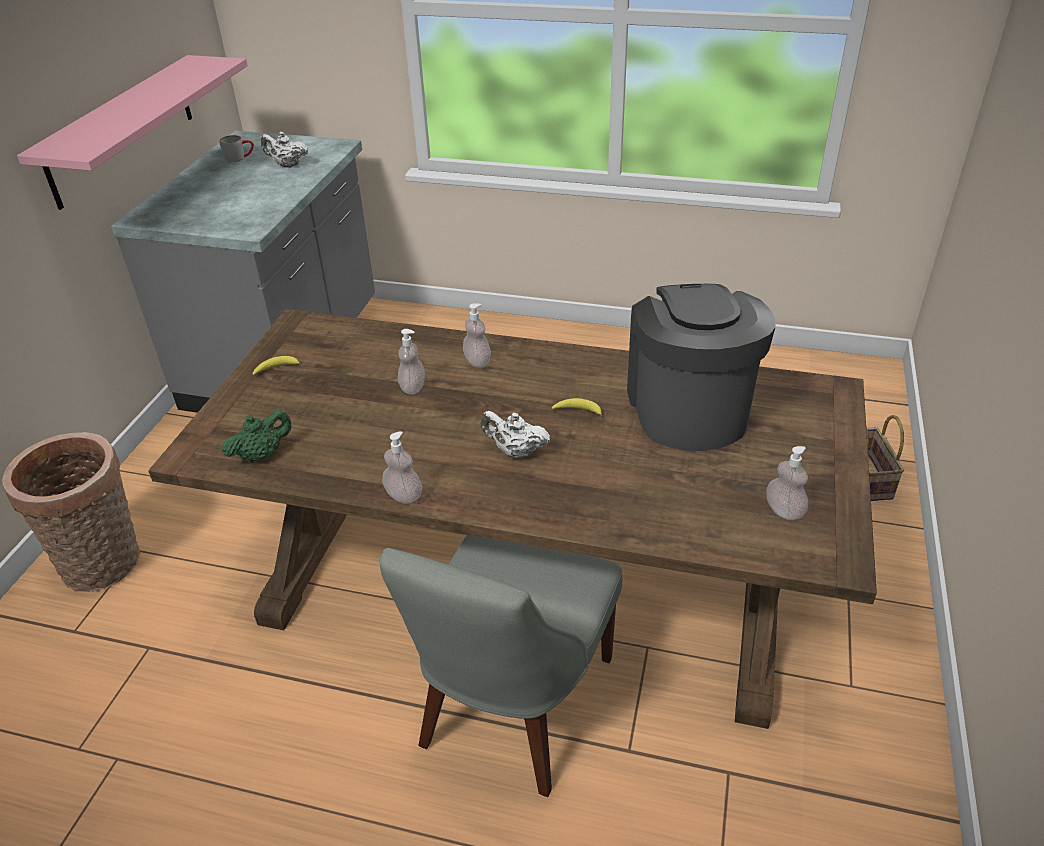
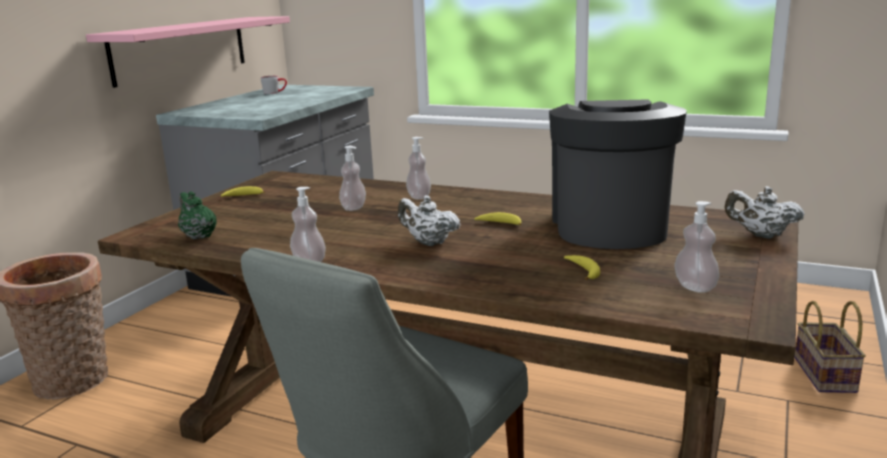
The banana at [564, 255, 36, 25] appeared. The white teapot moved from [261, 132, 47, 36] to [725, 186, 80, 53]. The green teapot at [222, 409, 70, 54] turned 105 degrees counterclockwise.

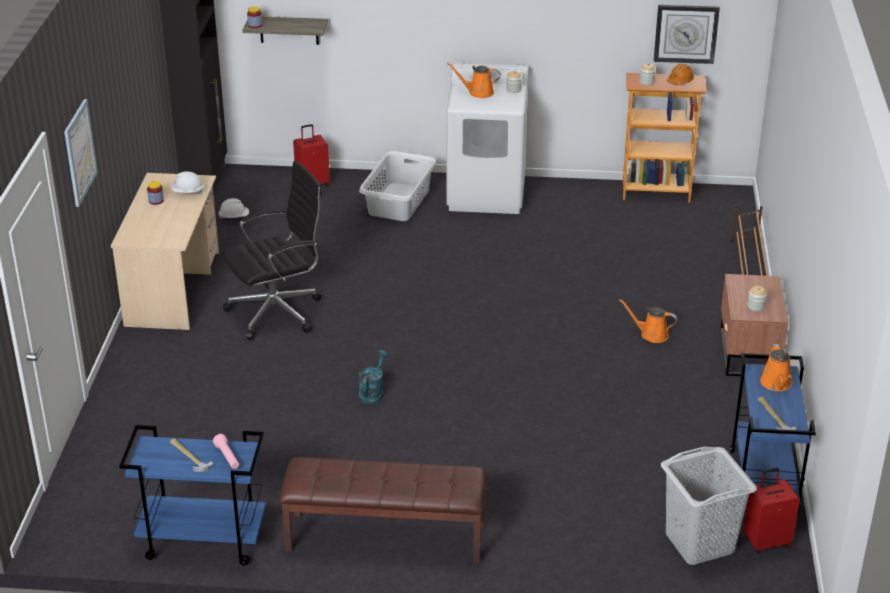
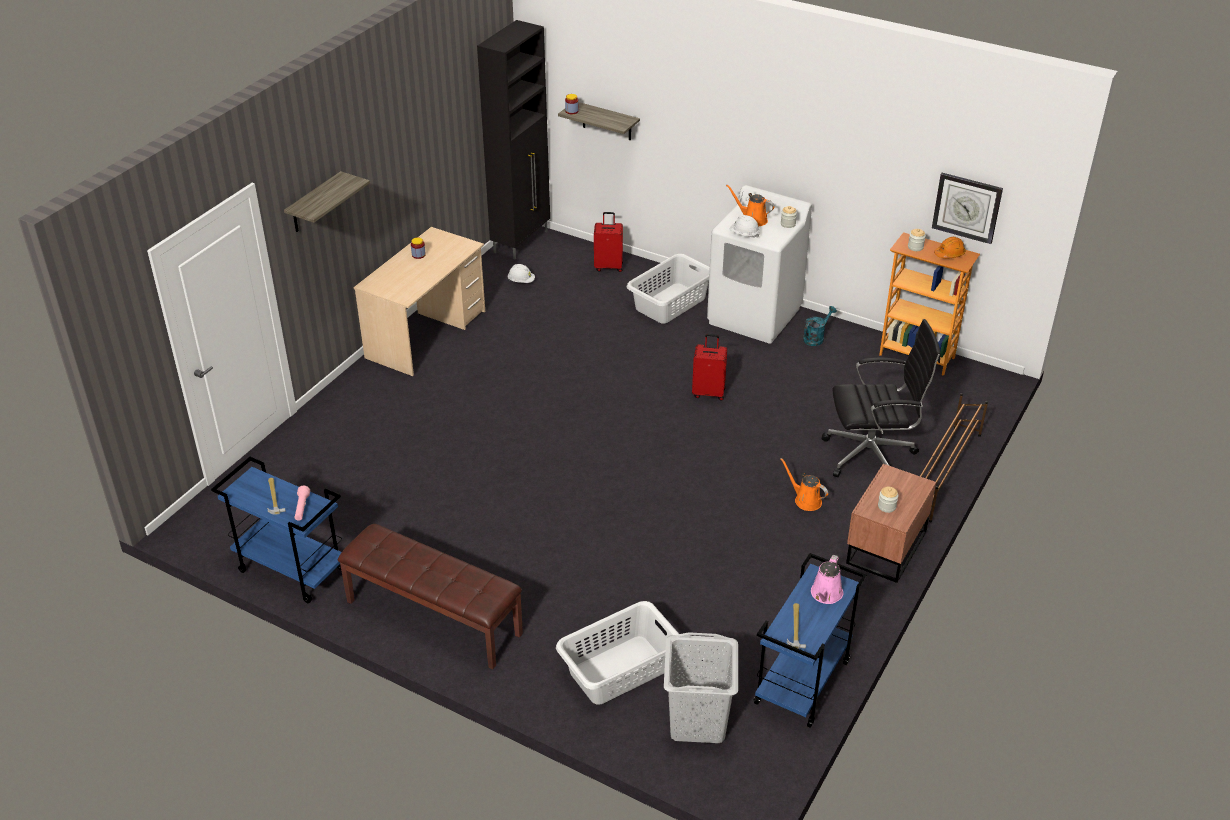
The grey laundry basket at [556, 601, 125, 104] appeared. The white hard hat moved from [170, 171, 34, 22] to [730, 215, 30, 23]. The black office chair moved from [223, 161, 99, 178] to [822, 319, 119, 158]. The turquoise watering can moved from [359, 350, 29, 54] to [803, 306, 34, 40]. The red suitcase moved from [743, 468, 57, 86] to [692, 334, 35, 67]. The picture at [64, 99, 34, 108] was replaced by the shelf at [284, 171, 86, 61]. The orange watering can at [760, 344, 32, 47] became the pink watering can at [811, 555, 32, 49].

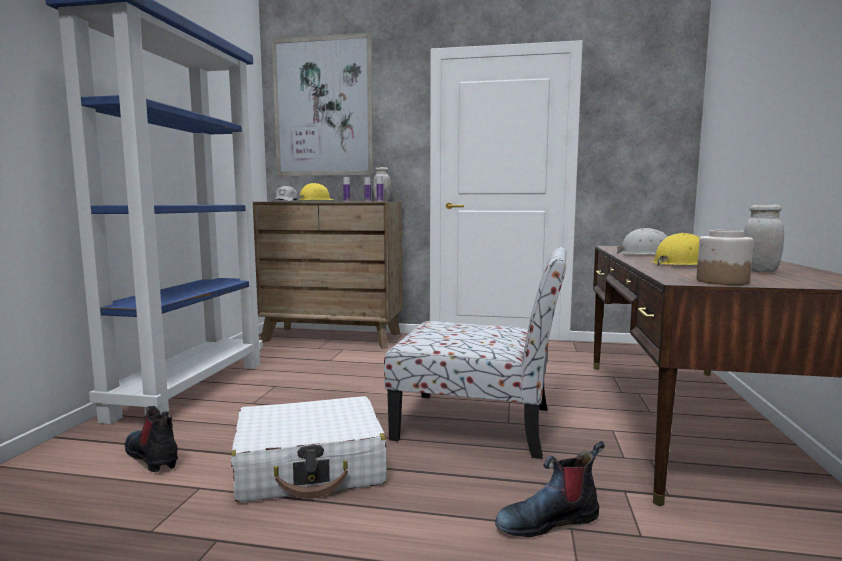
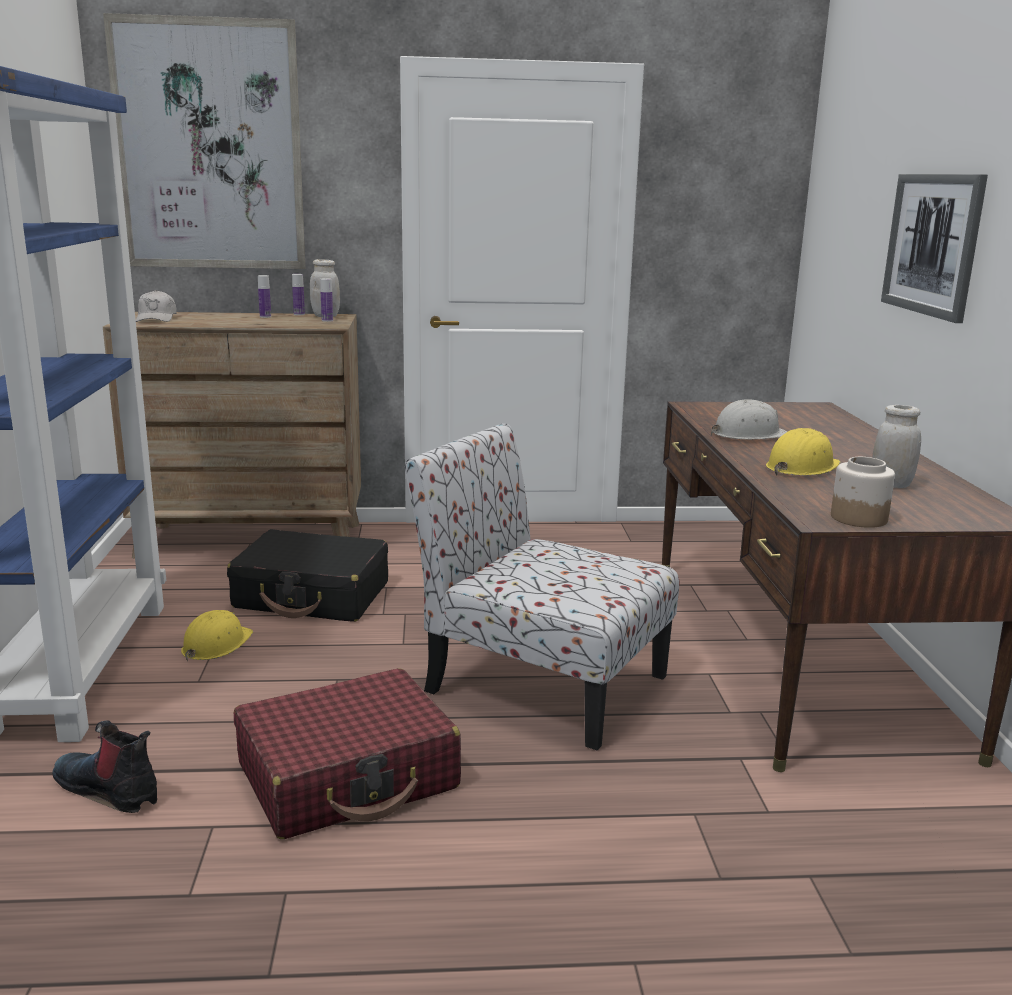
The boot at [495, 441, 110, 96] disappeared. The black suitcase at [227, 529, 161, 93] appeared. The picture at [881, 174, 107, 149] appeared. The yellow hard hat moved from [298, 183, 36, 18] to [181, 610, 72, 52]. The white suitcase at [231, 396, 156, 107] became the red suitcase at [234, 668, 227, 171]. The chair at [384, 247, 183, 212] turned 150 degrees counterclockwise.

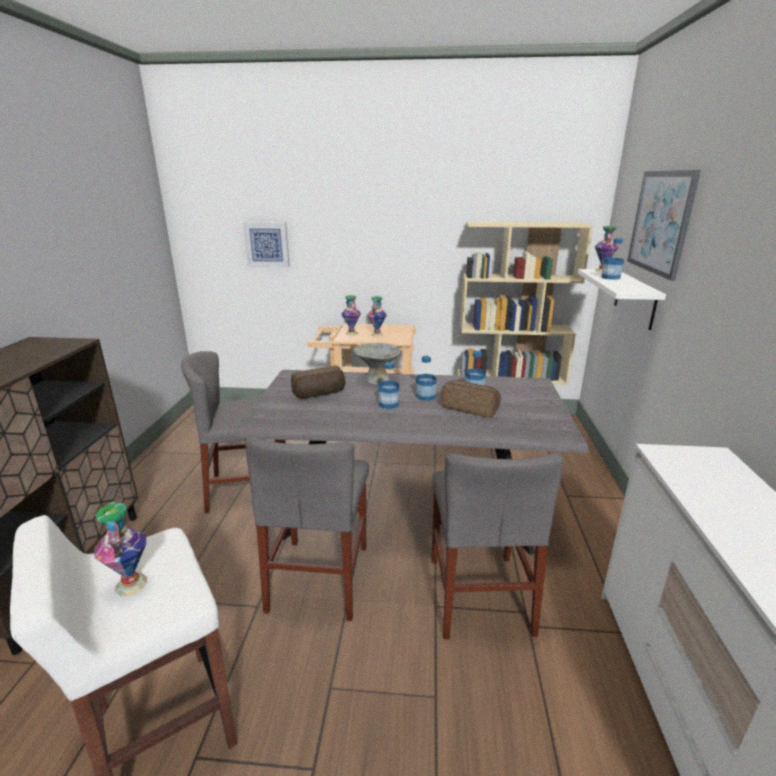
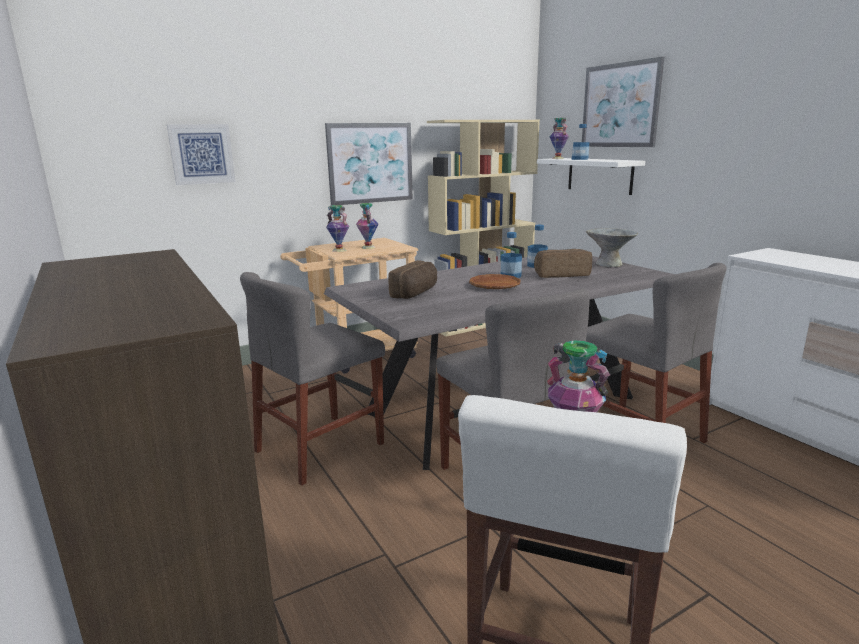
The picture at [325, 123, 88, 83] appeared. The grey bowl moved from [353, 343, 48, 41] to [586, 228, 52, 39]. The bottle at [378, 362, 22, 47] was replaced by the brown plate at [469, 274, 51, 15].

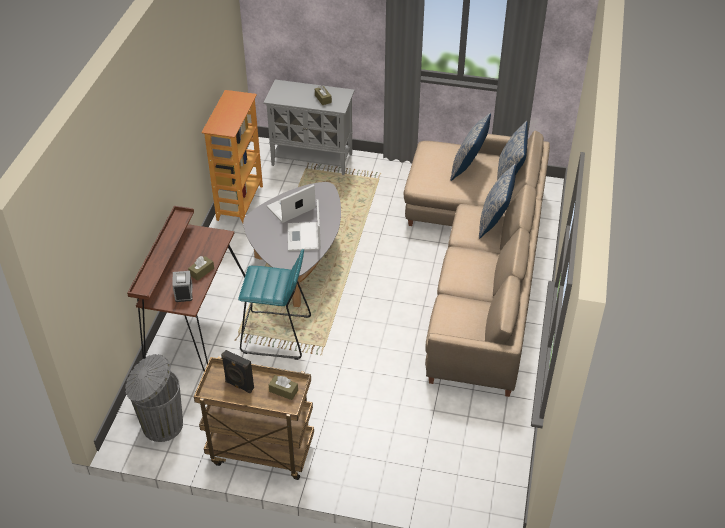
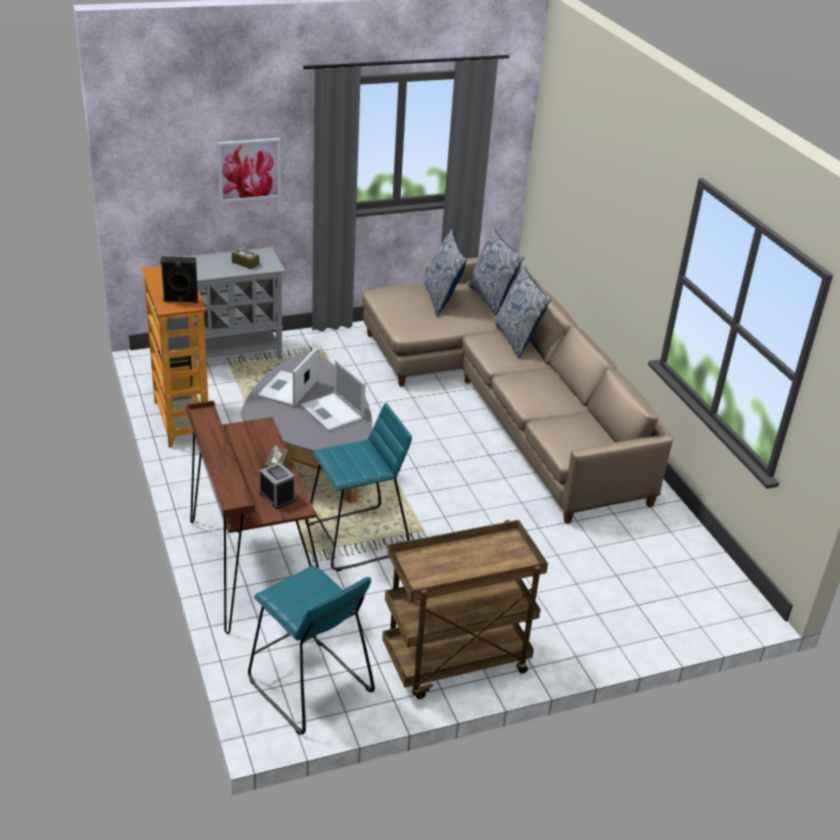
The brown tissue box at [269, 375, 29, 25] disappeared. The picture at [217, 138, 64, 65] appeared. The black speaker moved from [221, 350, 33, 43] to [161, 256, 37, 47]. The grey trash can at [125, 354, 58, 88] was replaced by the turquoise stool at [248, 565, 127, 170].

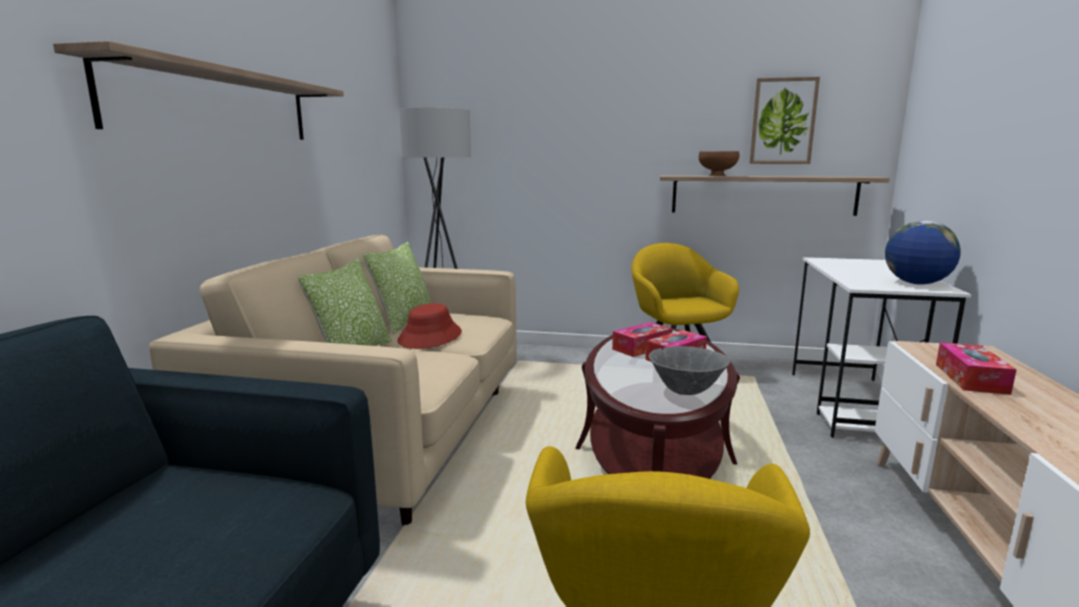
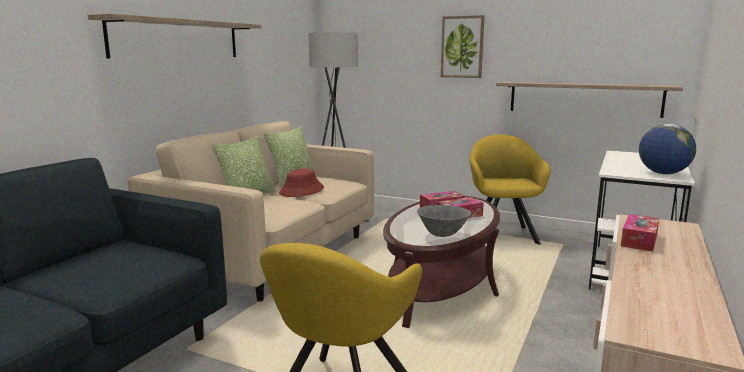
The brown bowl at [699, 151, 40, 25] disappeared. The picture moved from [749, 77, 71, 87] to [441, 15, 43, 63].

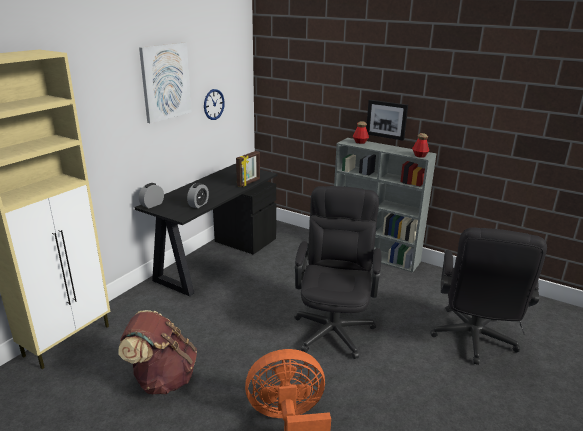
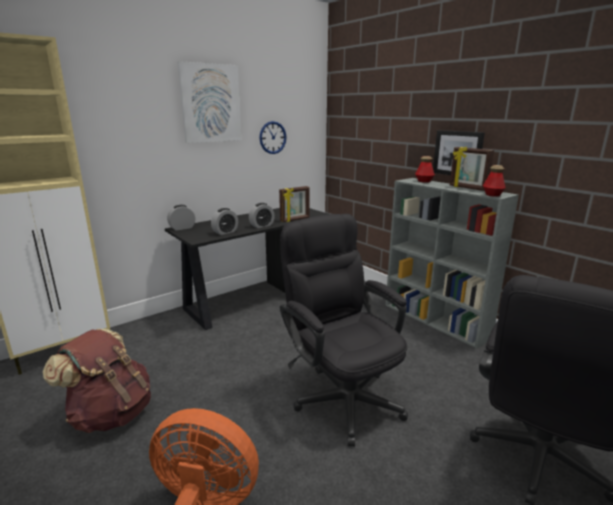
The alarm clock at [249, 203, 26, 25] appeared. The picture frame at [450, 147, 44, 44] appeared. The black office chair at [294, 186, 87, 173] turned 60 degrees counterclockwise.

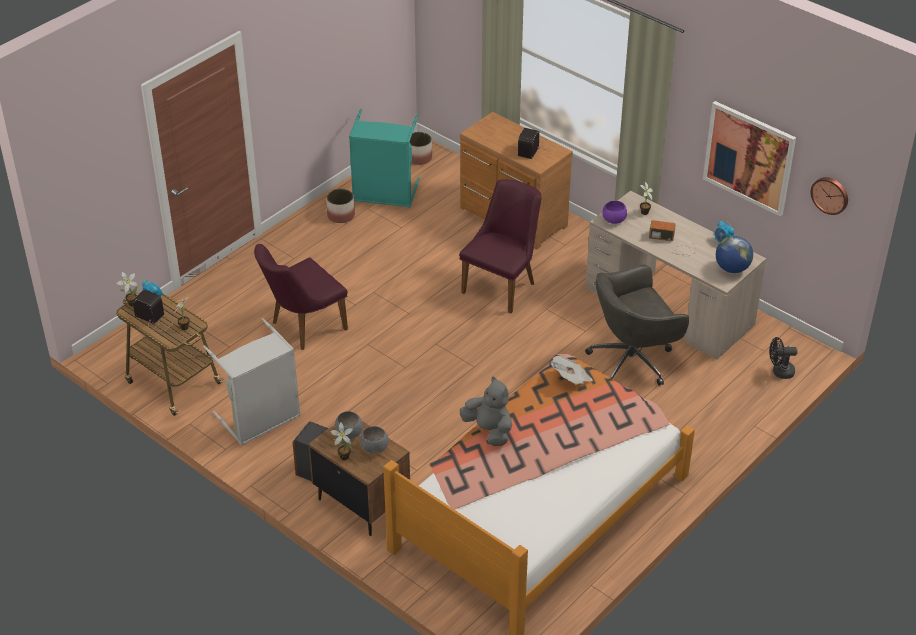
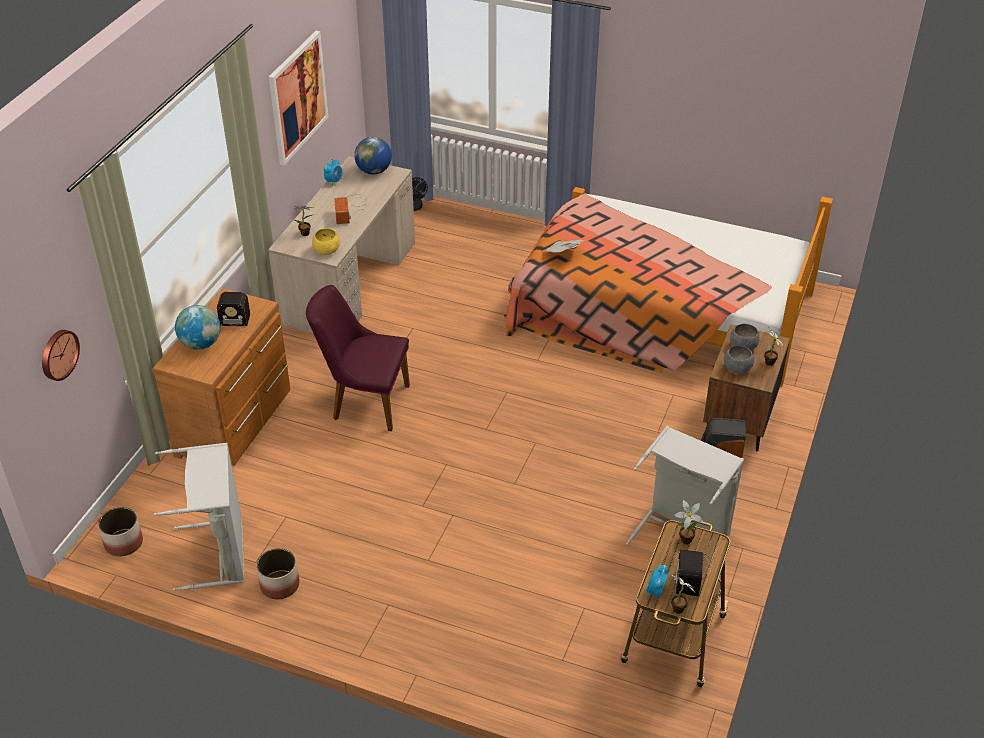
The purple chair at [254, 244, 94, 106] disappeared. The grey plush toy at [460, 376, 52, 70] disappeared. The grey office chair at [585, 264, 104, 122] disappeared. The globe at [175, 305, 46, 45] appeared. The wall clock moved from [811, 177, 37, 38] to [42, 330, 38, 51]. The turquoise laundry basket at [349, 109, 70, 99] became the grey laundry basket at [154, 443, 91, 148]. The purple bowl at [602, 201, 25, 23] became the yellow bowl at [312, 229, 28, 26].

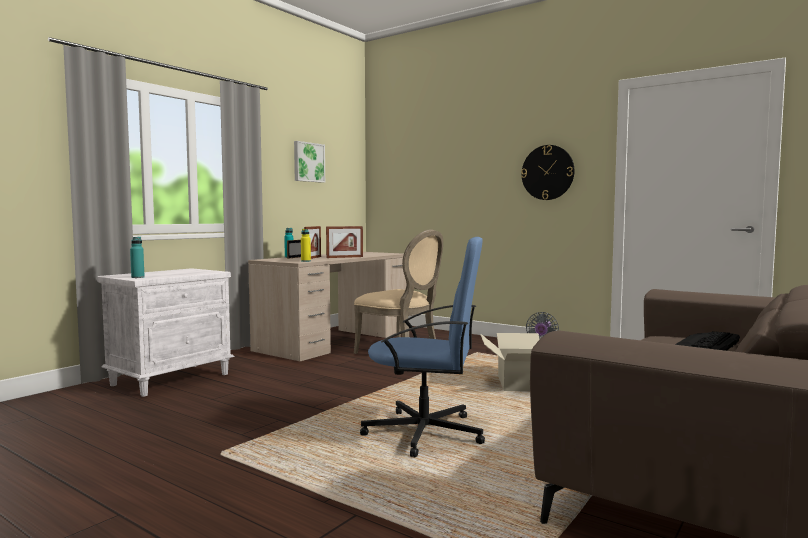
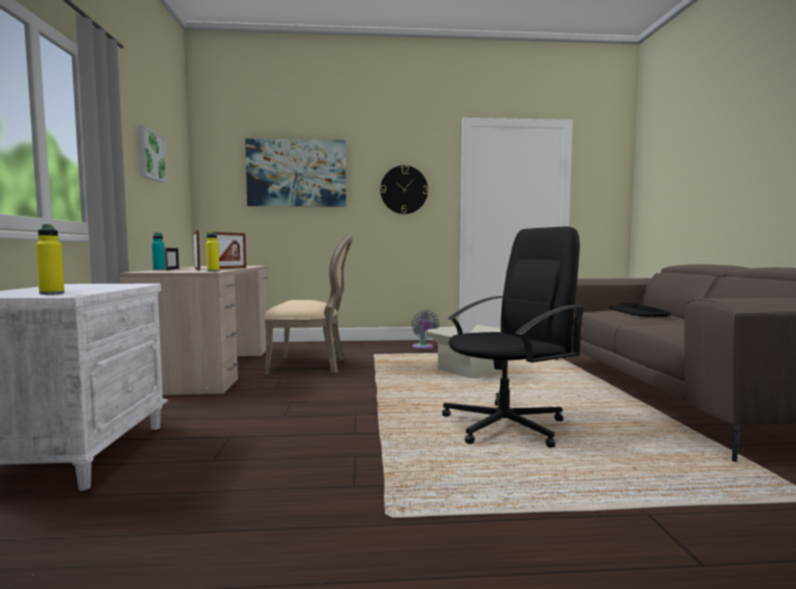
The picture at [245, 139, 101, 68] appeared. The turquoise bottle at [130, 237, 15, 41] became the yellow bottle at [36, 224, 29, 71]. The blue office chair at [360, 237, 125, 220] became the black office chair at [442, 227, 143, 221].

